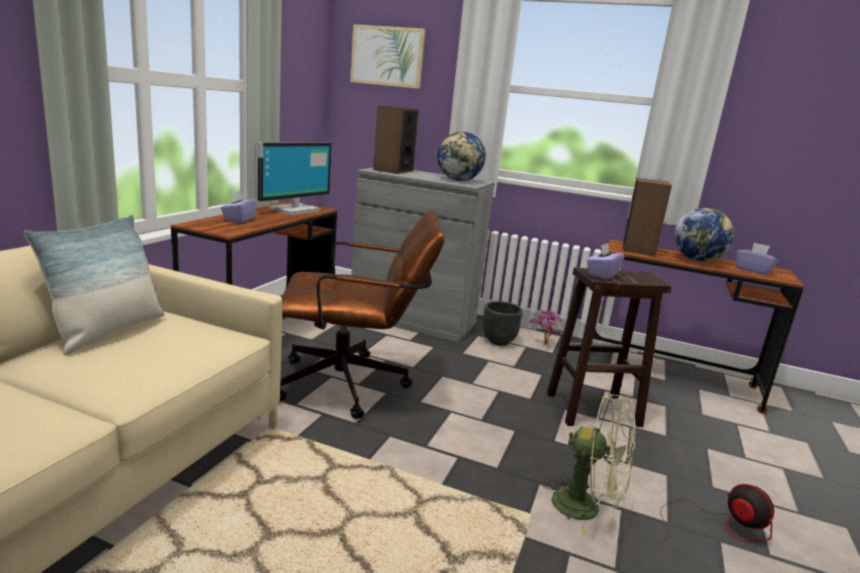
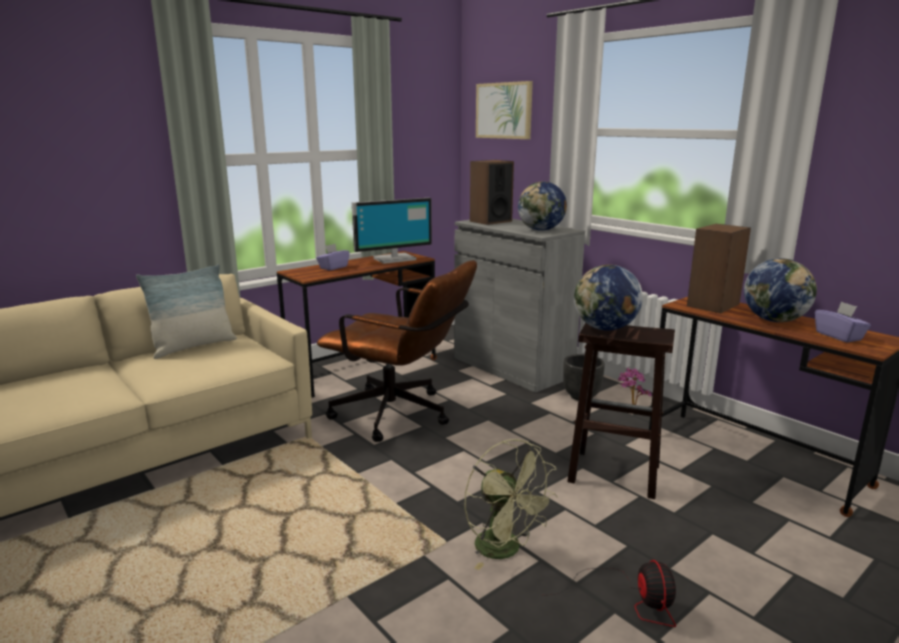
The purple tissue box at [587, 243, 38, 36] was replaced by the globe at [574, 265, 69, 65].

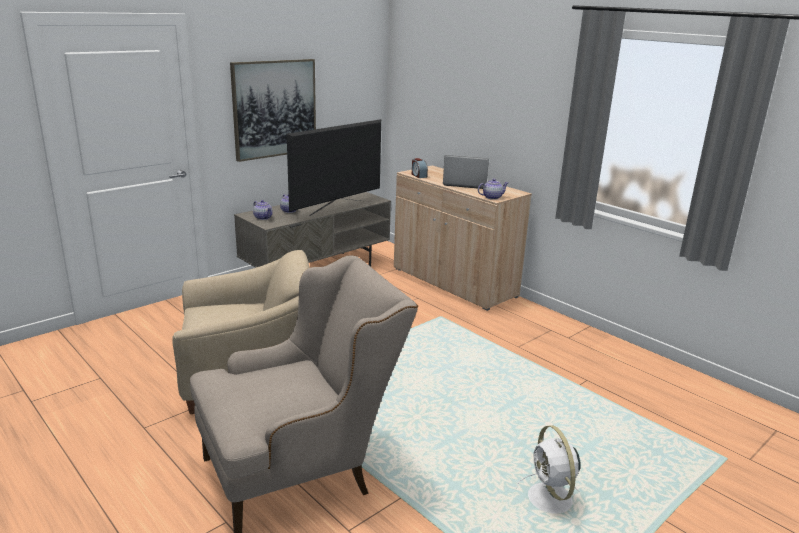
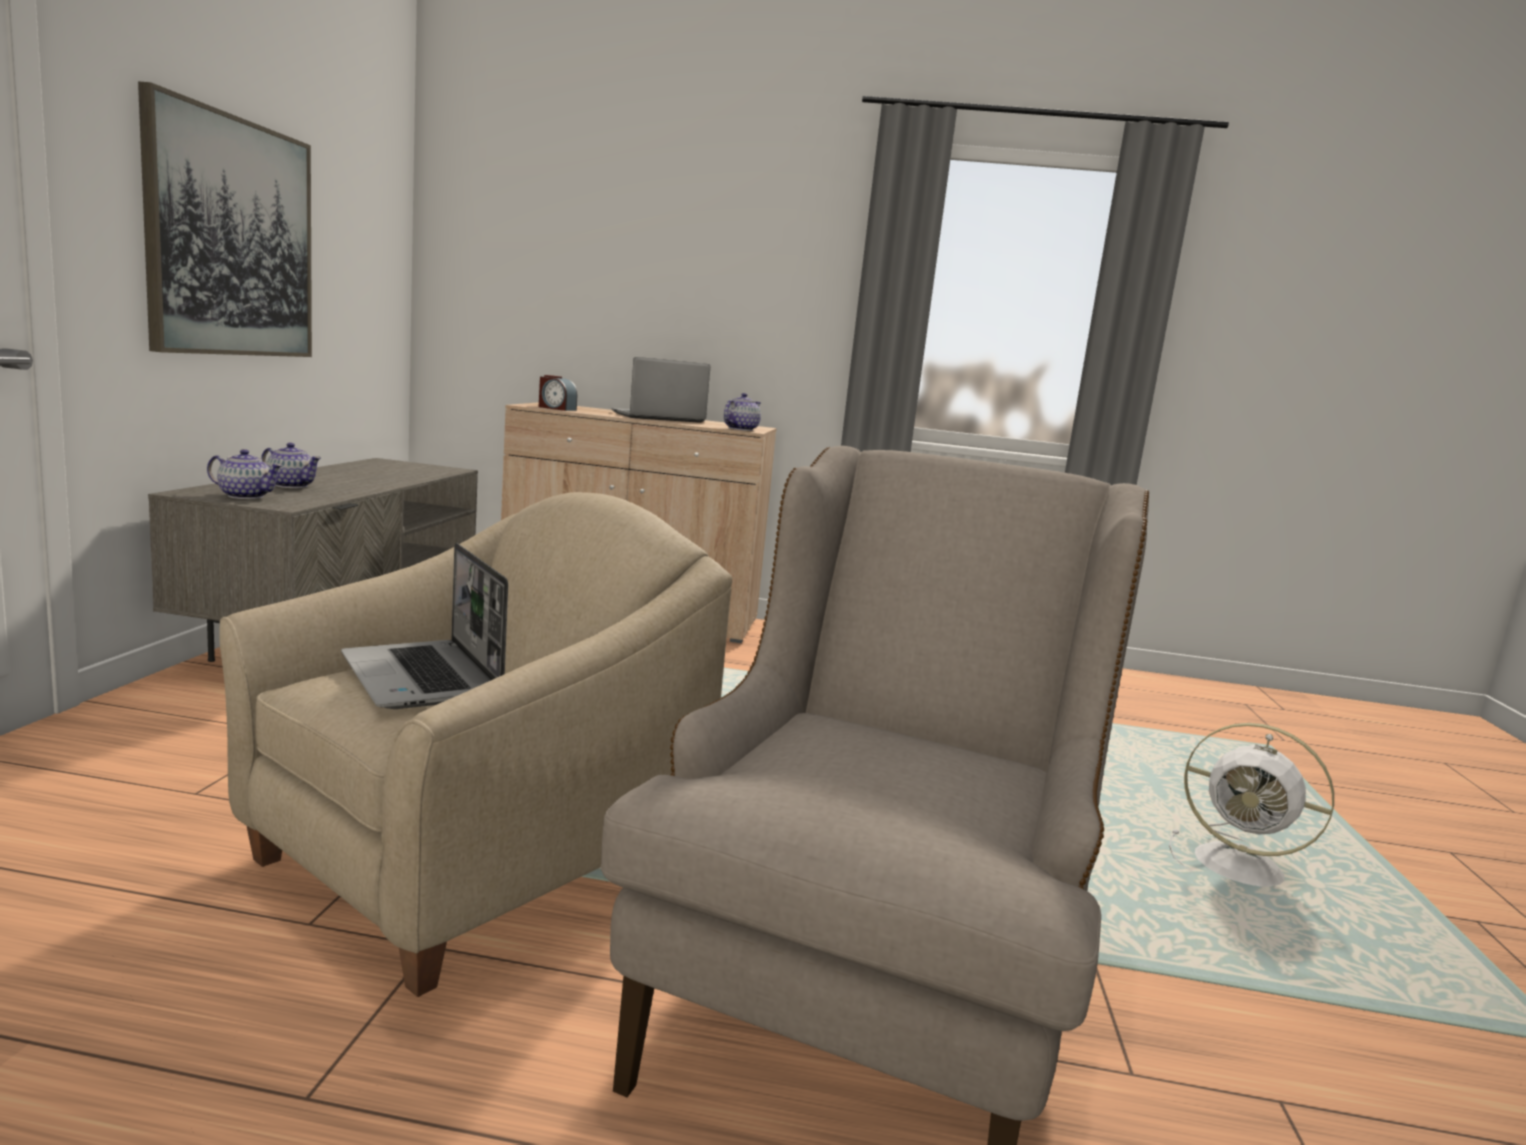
The television at [287, 119, 94, 97] disappeared. The laptop at [341, 543, 167, 166] appeared.

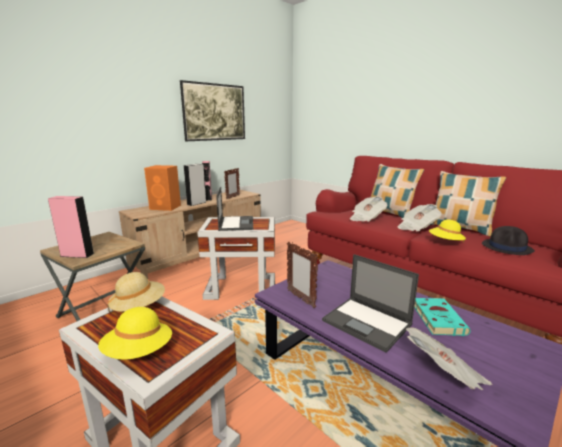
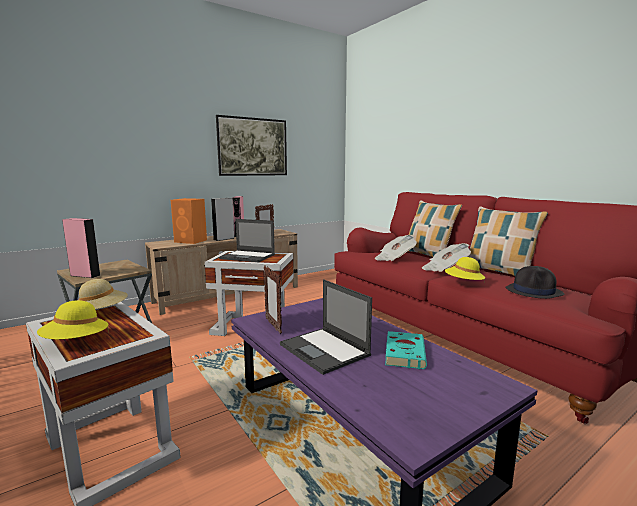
The newspaper at [406, 327, 86, 63] disappeared. The laptop at [216, 187, 37, 44] turned 105 degrees clockwise.

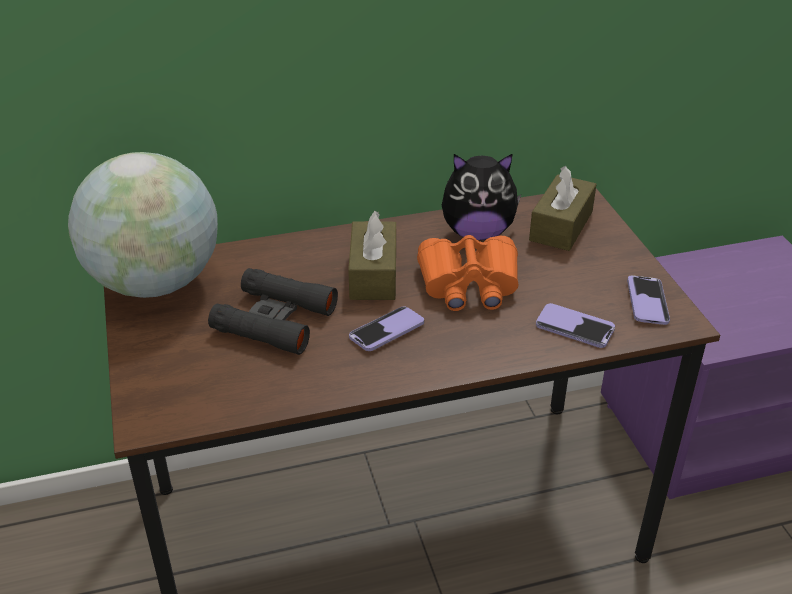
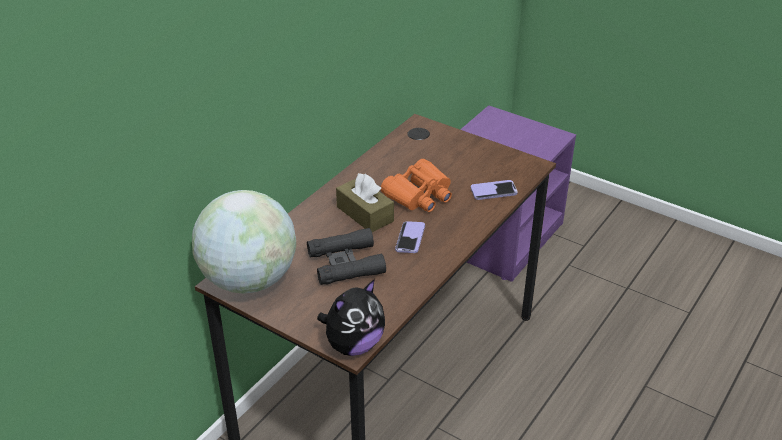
The brown tissue box at [529, 166, 68, 85] disappeared. The phone at [627, 275, 43, 50] disappeared. The plush toy moved from [442, 153, 79, 87] to [317, 279, 68, 77].

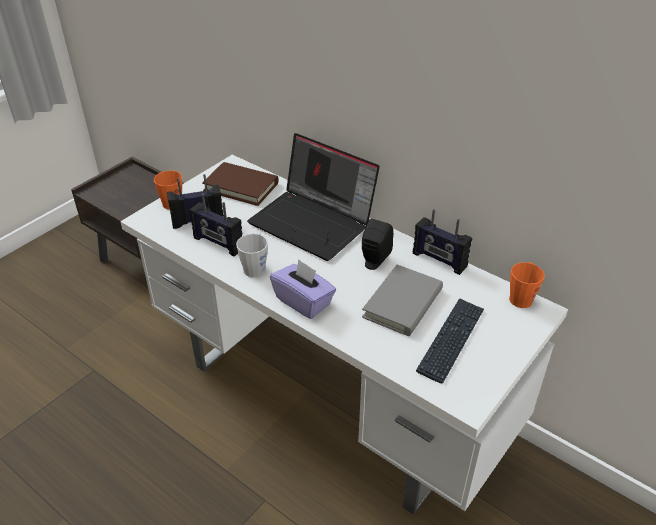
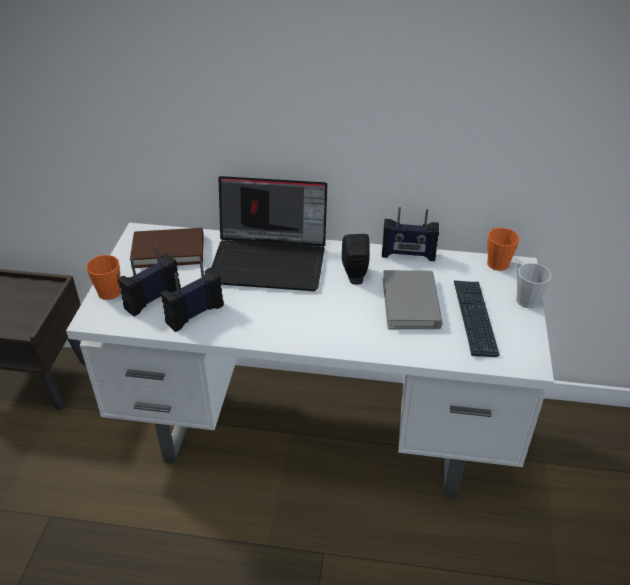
The purple tissue box at [270, 259, 66, 60] disappeared. The grey mug moved from [236, 233, 32, 45] to [516, 263, 36, 45]. The radio at [189, 193, 54, 64] turned 135 degrees clockwise.

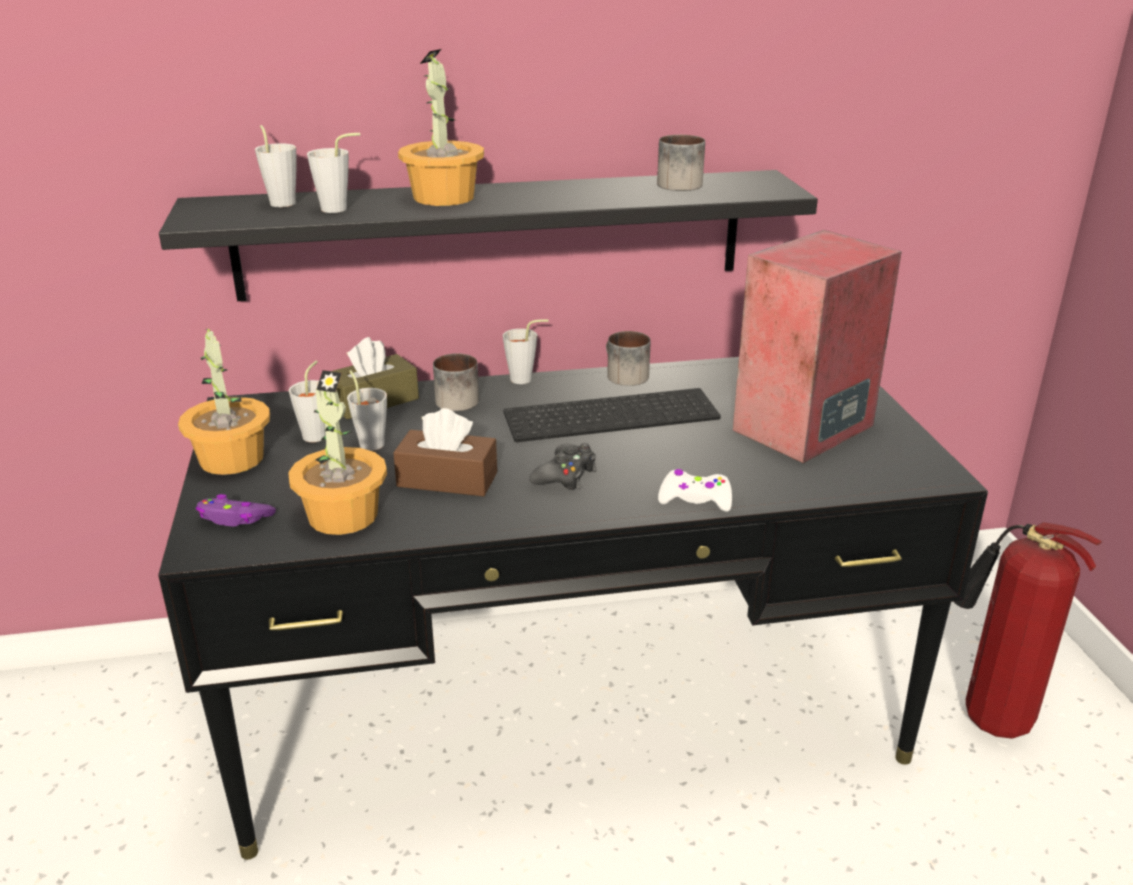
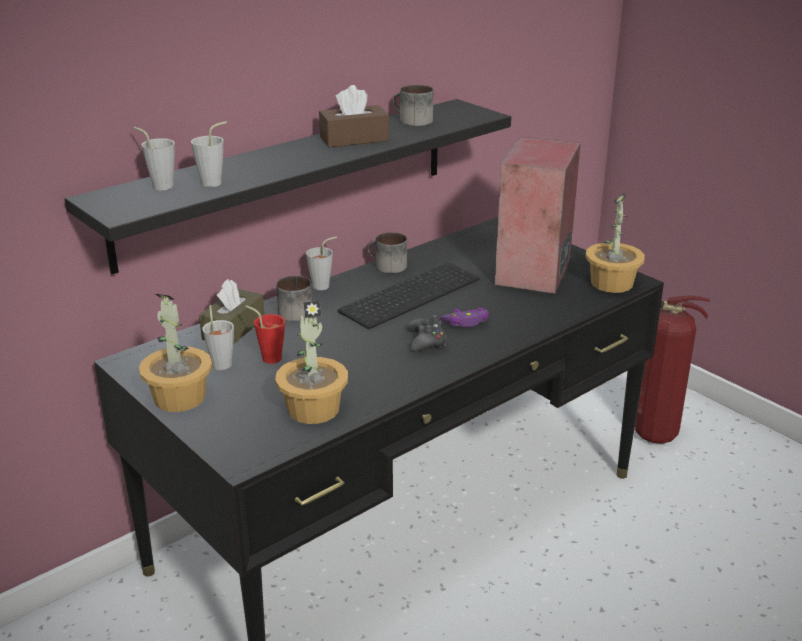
The white game controller at [658, 469, 74, 43] disappeared. The purple game controller moved from [196, 494, 80, 33] to [440, 308, 49, 19]. The brown tissue box moved from [393, 408, 104, 89] to [319, 85, 70, 62]. The potted plant moved from [398, 49, 86, 157] to [585, 193, 60, 100]. The grey cup at [347, 370, 40, 81] became the red cup at [246, 305, 39, 59].

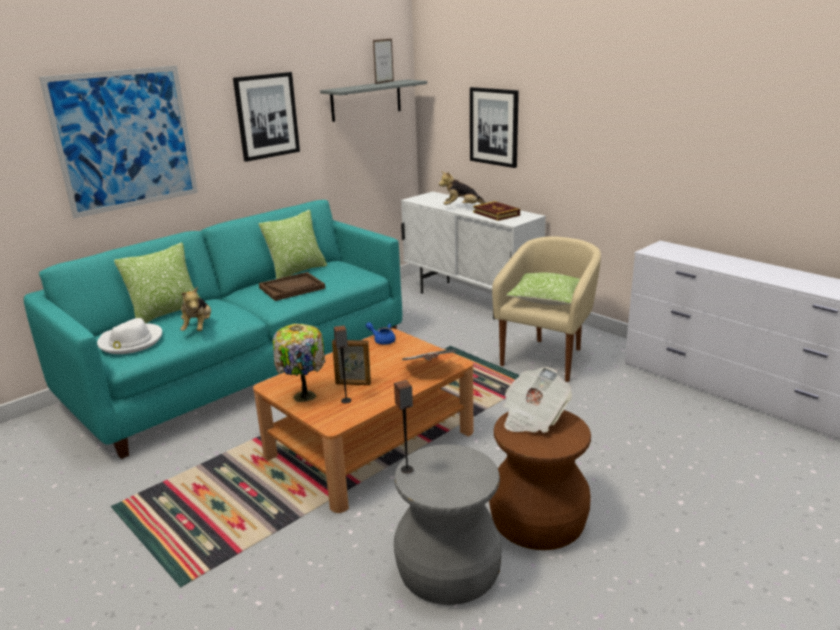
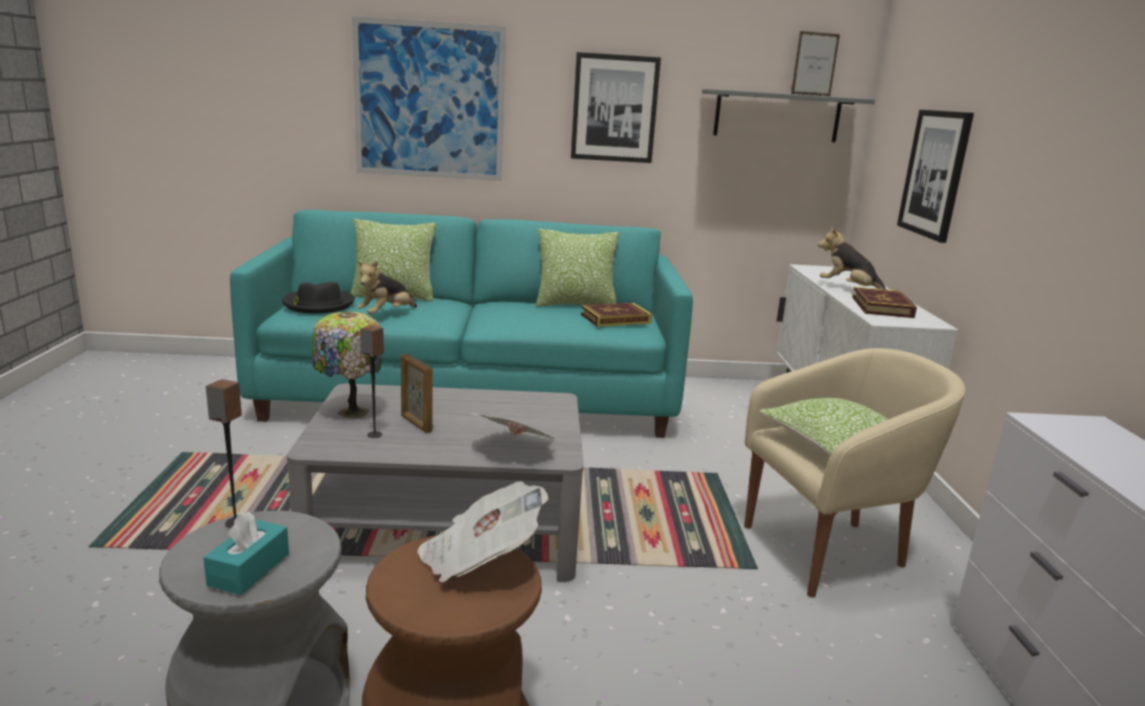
The brown tray at [259, 272, 66, 29] disappeared. The blue teapot at [366, 322, 30, 23] disappeared. The turquoise tissue box at [203, 512, 86, 83] appeared. The book at [581, 303, 71, 24] appeared. The white hat at [97, 318, 65, 36] became the black hat at [282, 282, 73, 32]. The brown coffee table at [253, 329, 220, 184] became the grey coffee table at [287, 384, 297, 198].

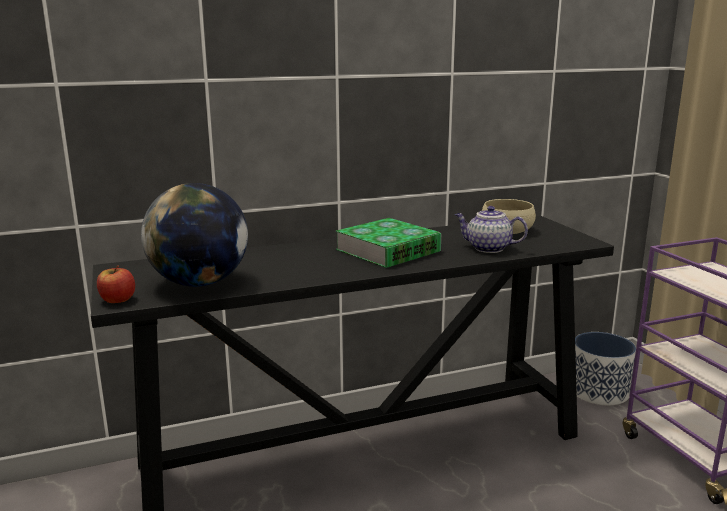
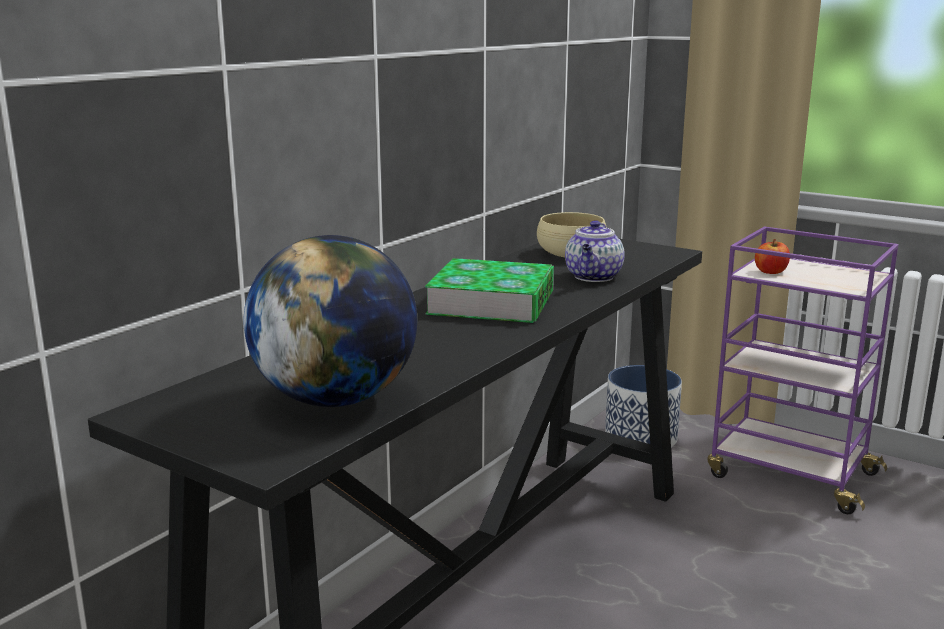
The apple moved from [97, 265, 38, 38] to [755, 239, 35, 35]. The teapot at [455, 206, 73, 47] turned 60 degrees counterclockwise.

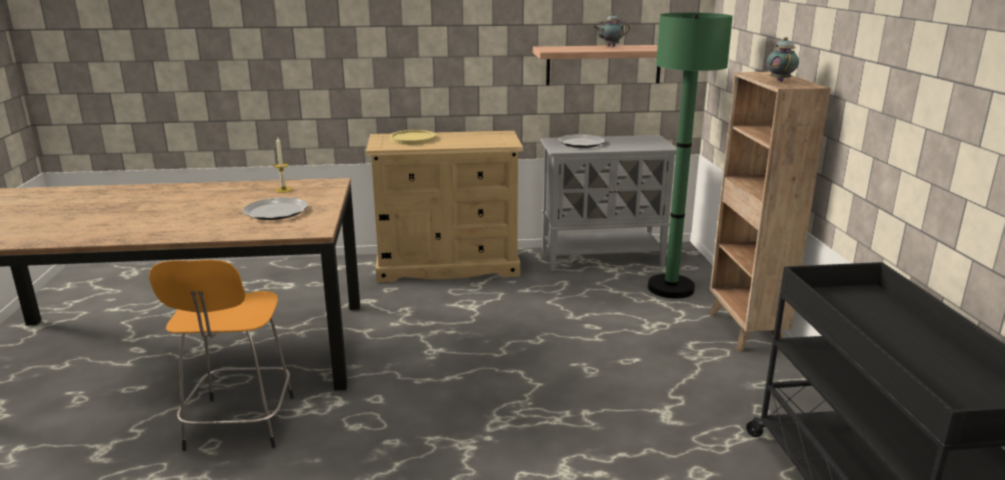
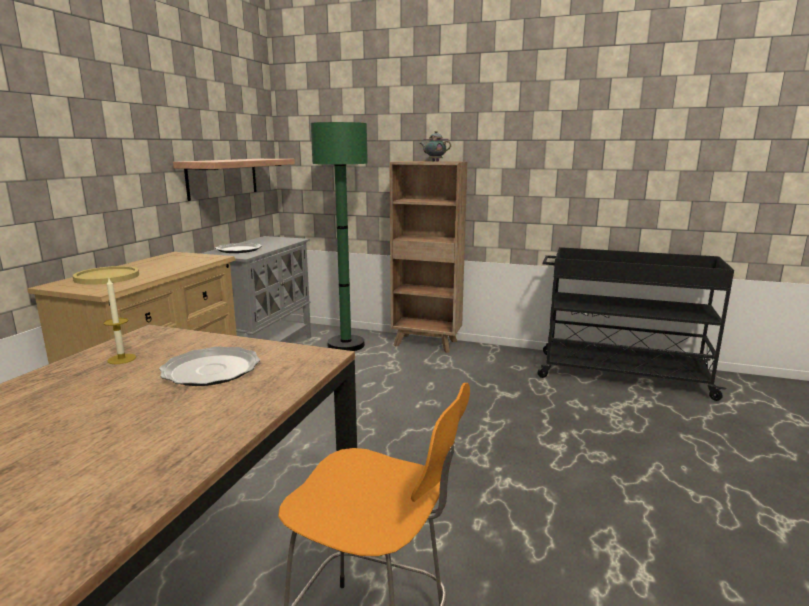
The teapot at [593, 13, 37, 33] disappeared.

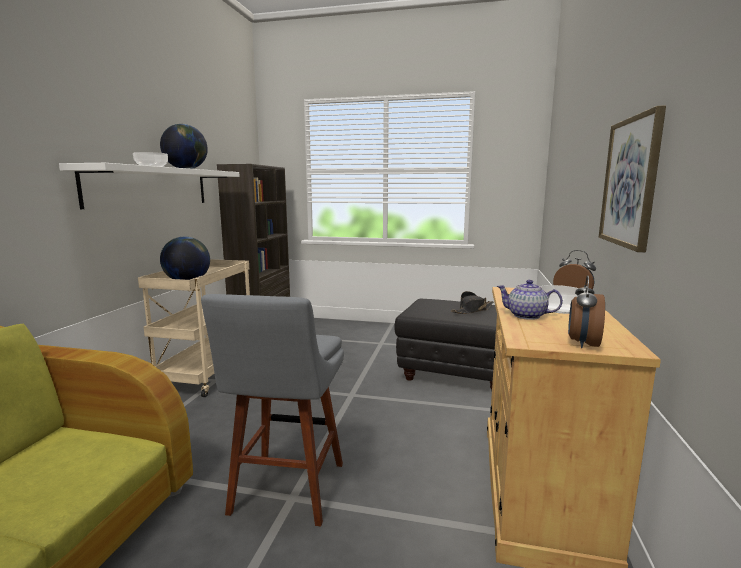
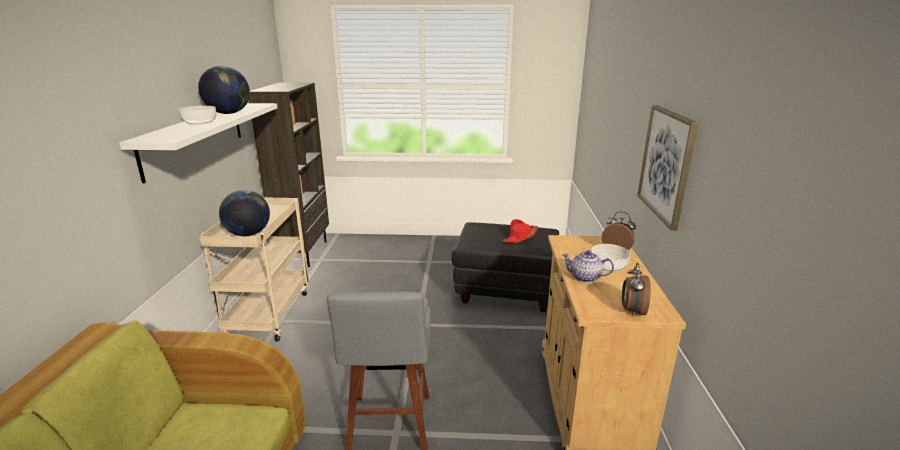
The black hat at [451, 291, 42, 23] became the red hat at [502, 219, 36, 24].

